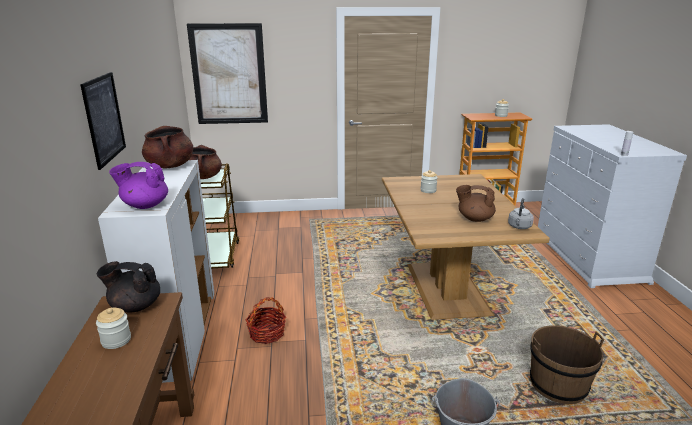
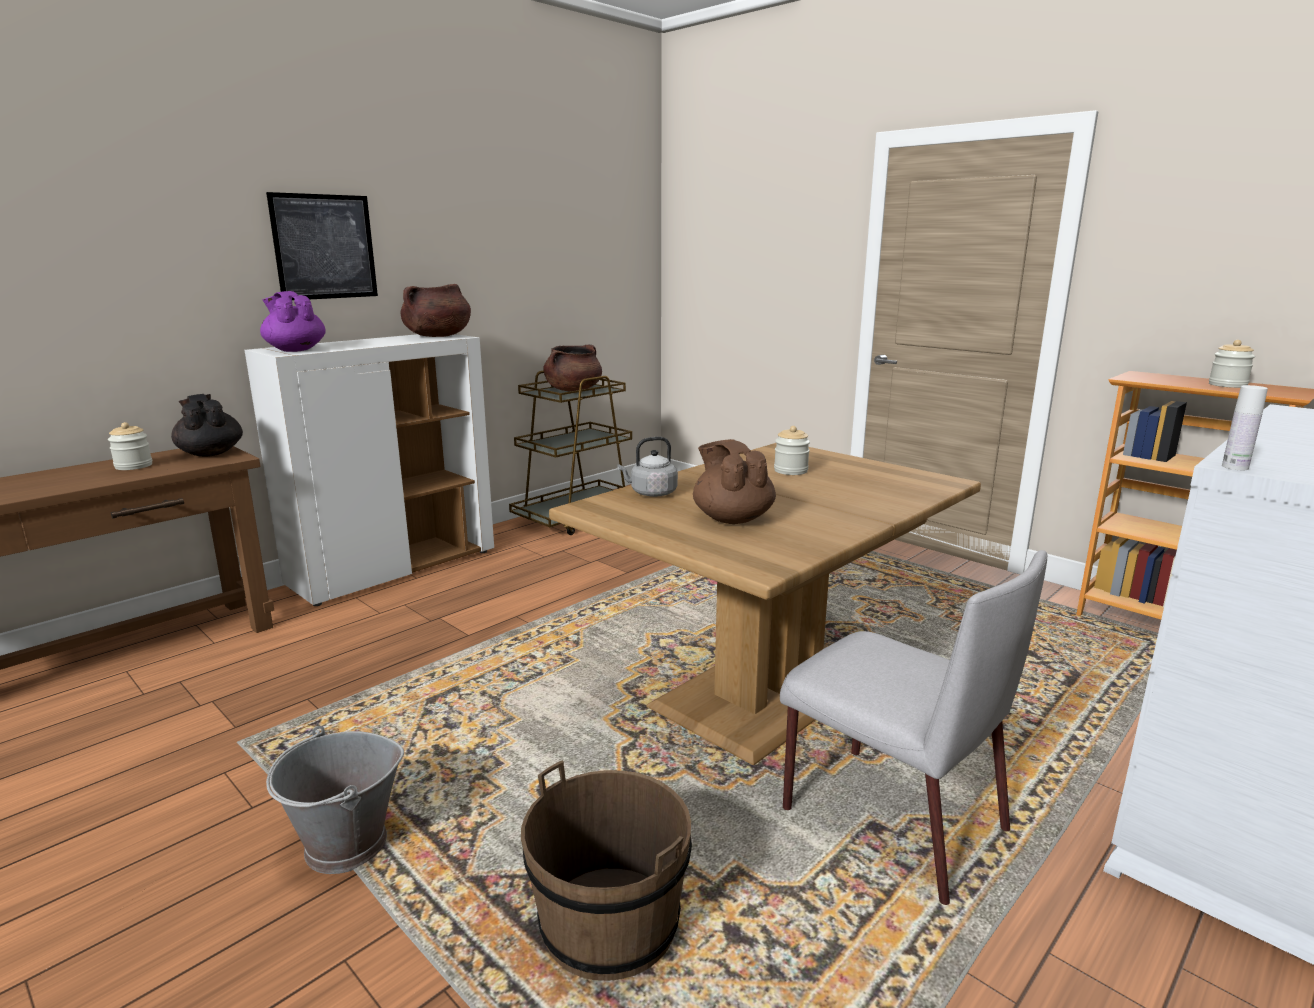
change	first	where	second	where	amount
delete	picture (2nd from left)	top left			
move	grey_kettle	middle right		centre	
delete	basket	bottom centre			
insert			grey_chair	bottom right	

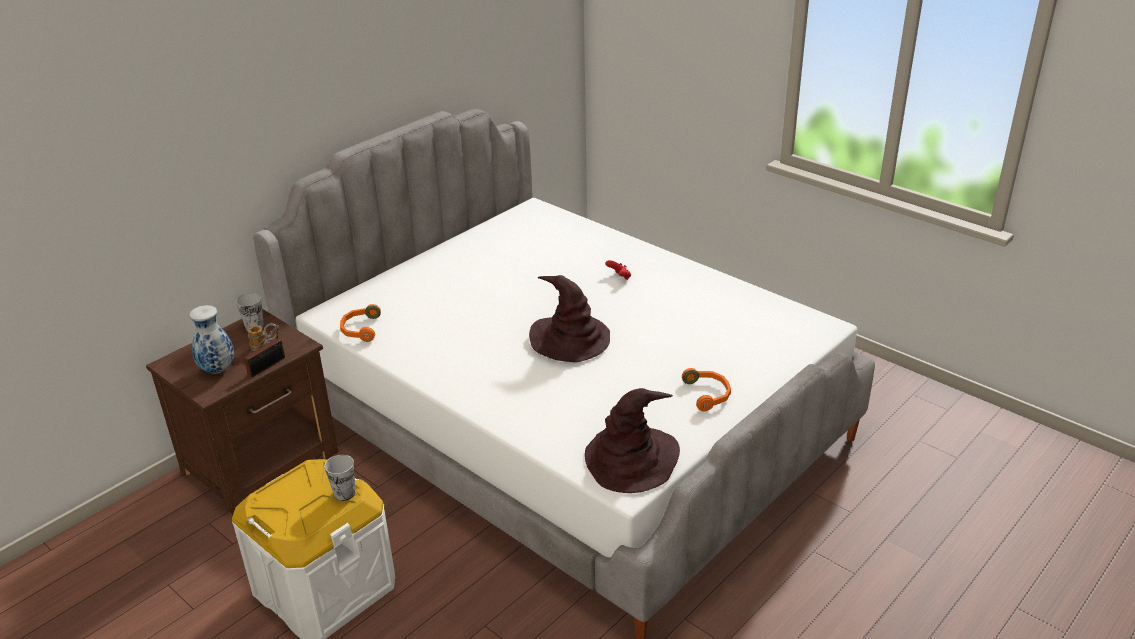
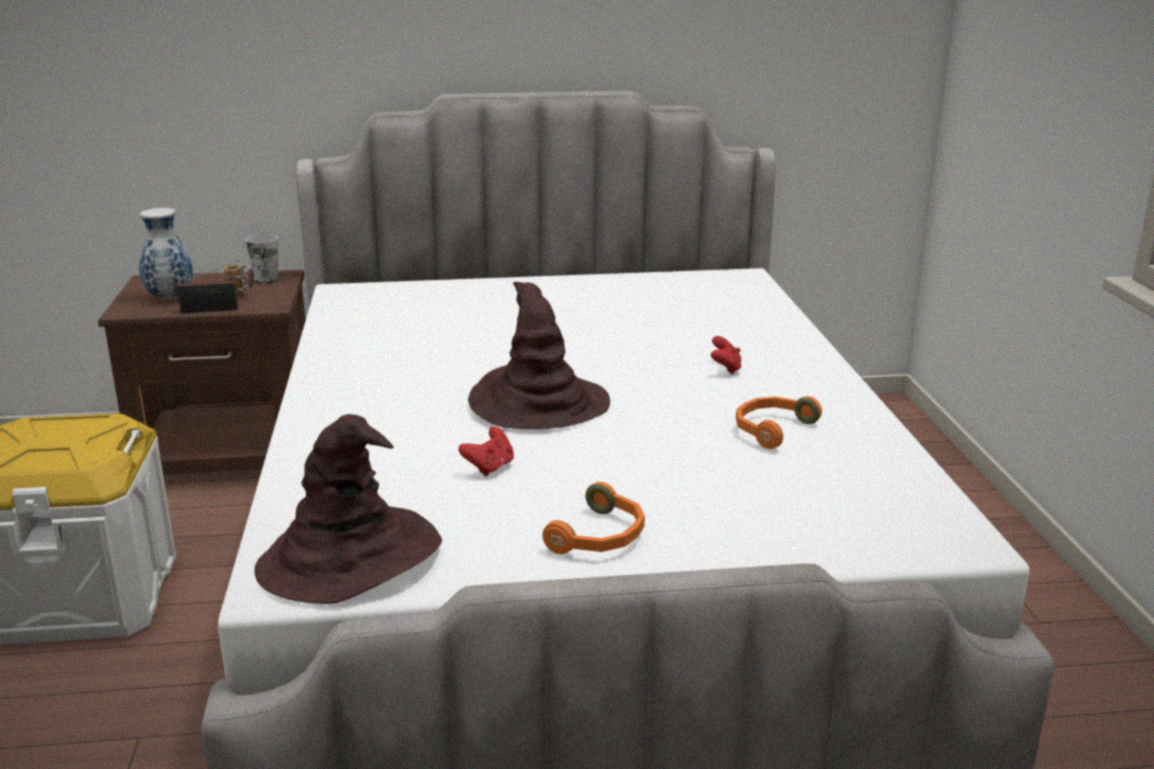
change	first	where	second	where	amount
move	orange_headphones (1st from left in the first image)	middle left	orange_headphones (2nd from left)	middle right	
delete	cup (2nd from left)	bottom left			
insert			red_game_controller (1st from left)	centre	

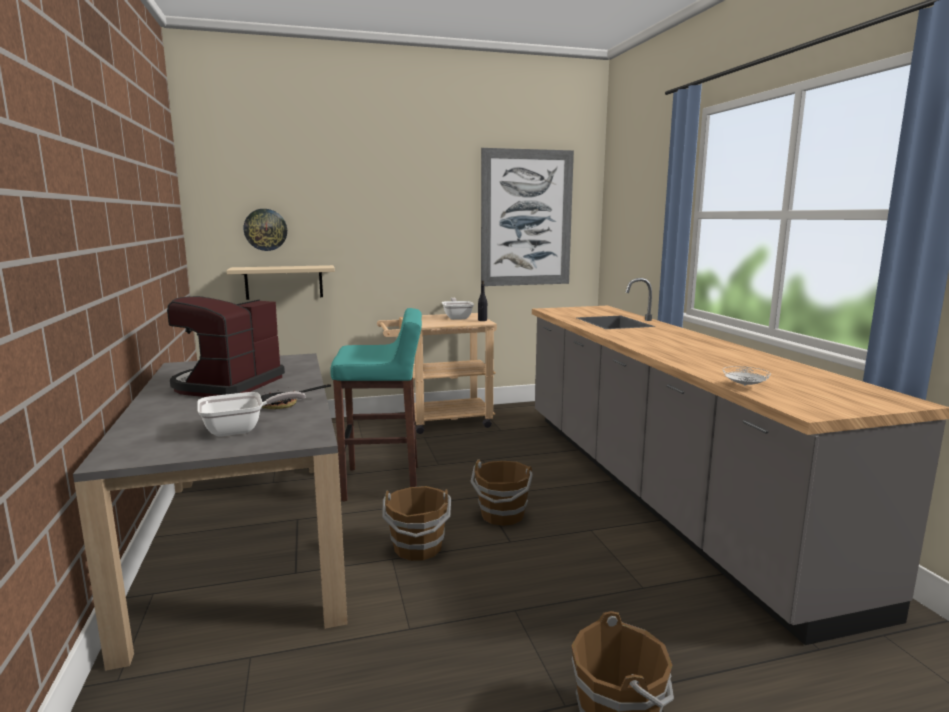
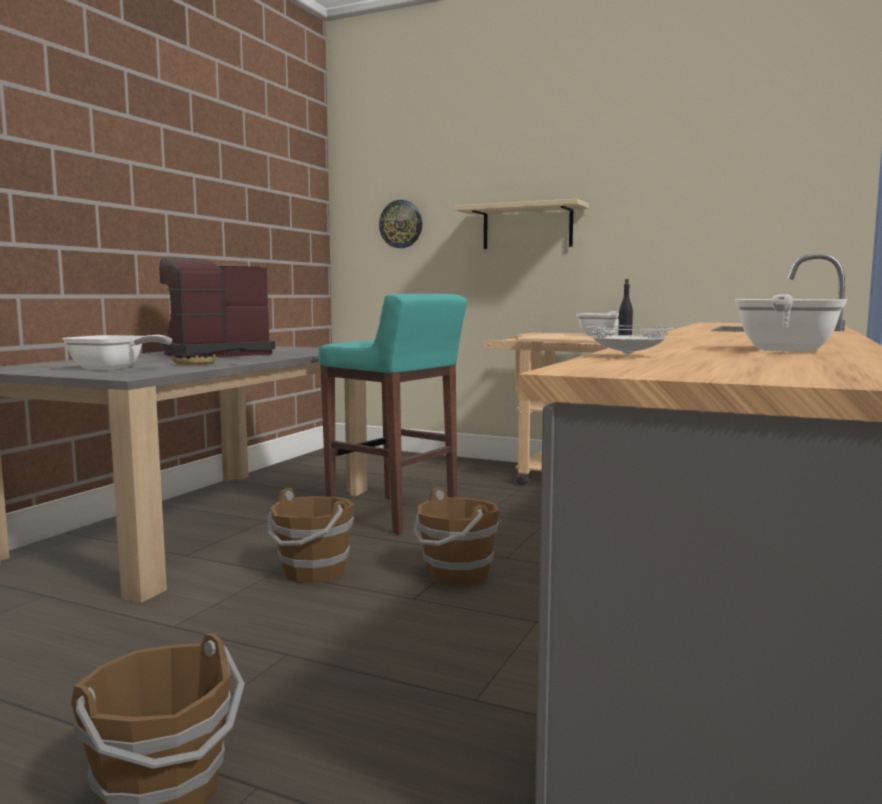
change	first	where	second	where	amount
delete	picture	top centre			
move	beige_shelf	middle left		top centre	
insert			frying_pan (4th from left)	middle right	

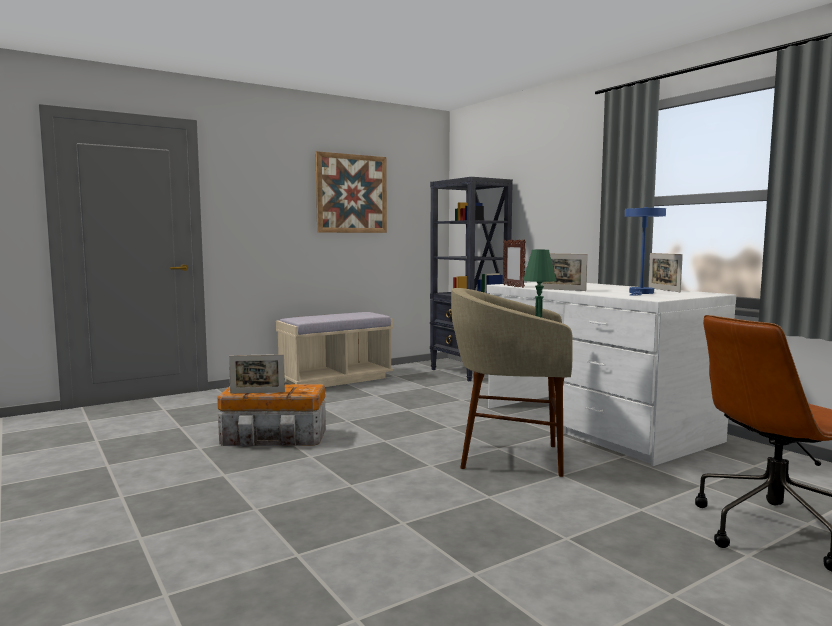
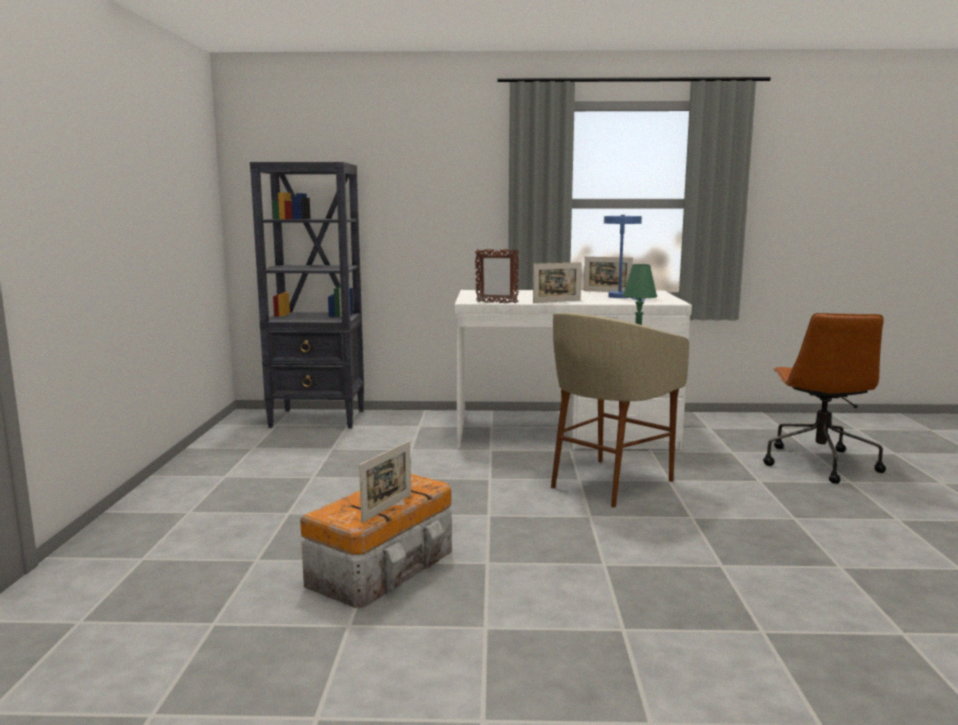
change	first	where	second	where	amount
delete	picture	top centre			
delete	beige_bench	centre			

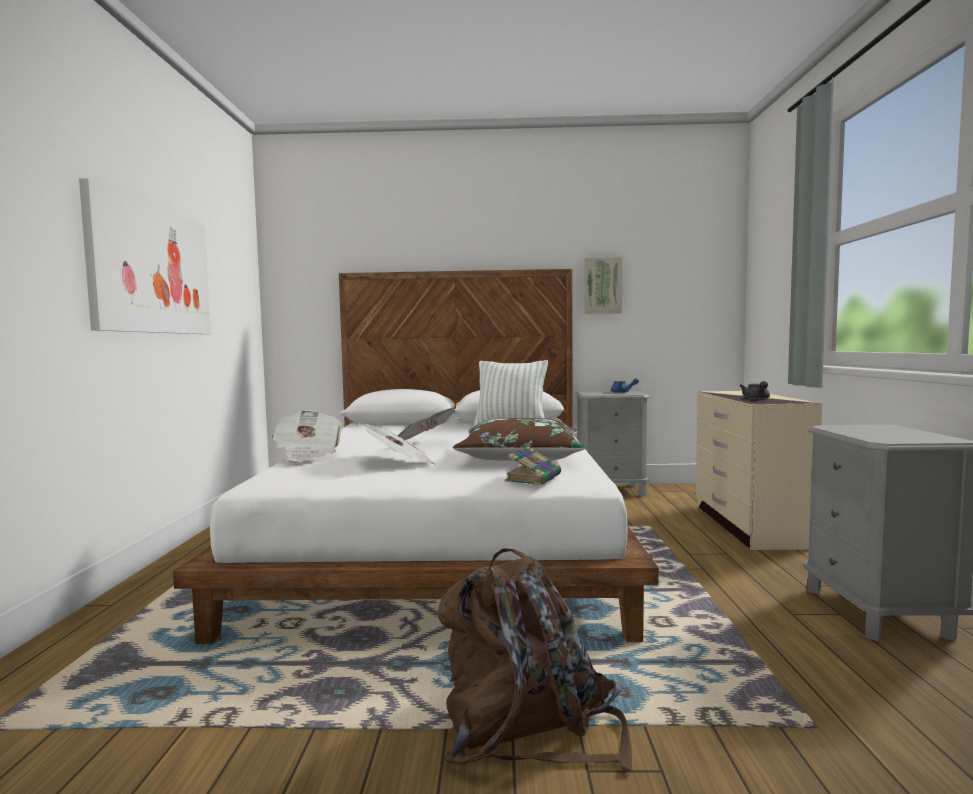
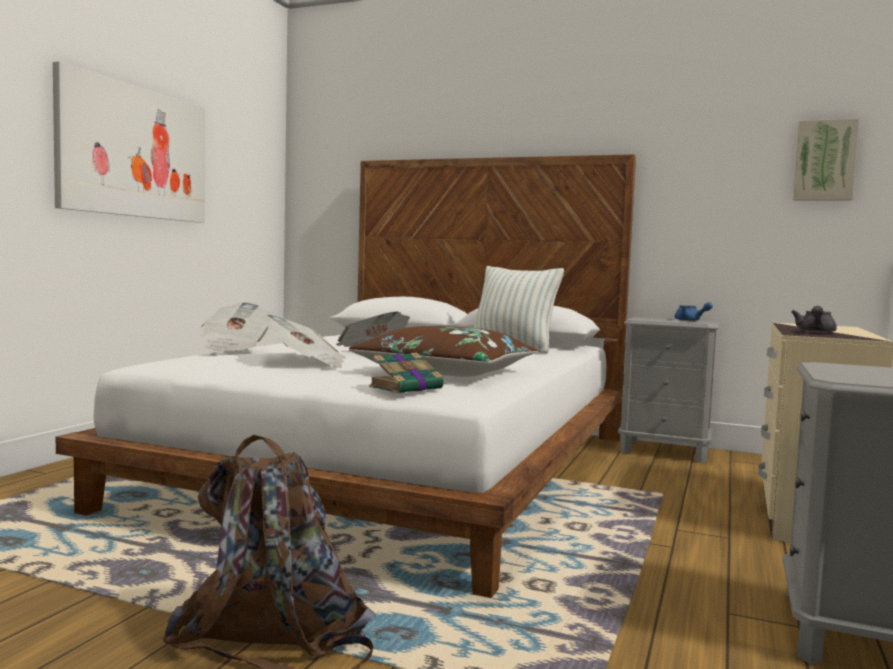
change	first	where	second	where	amount
move	picture (2nd from left)	centre		top right	

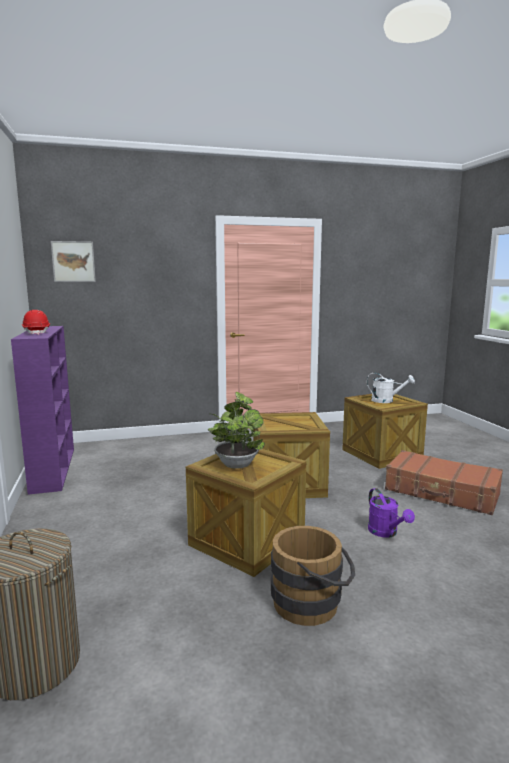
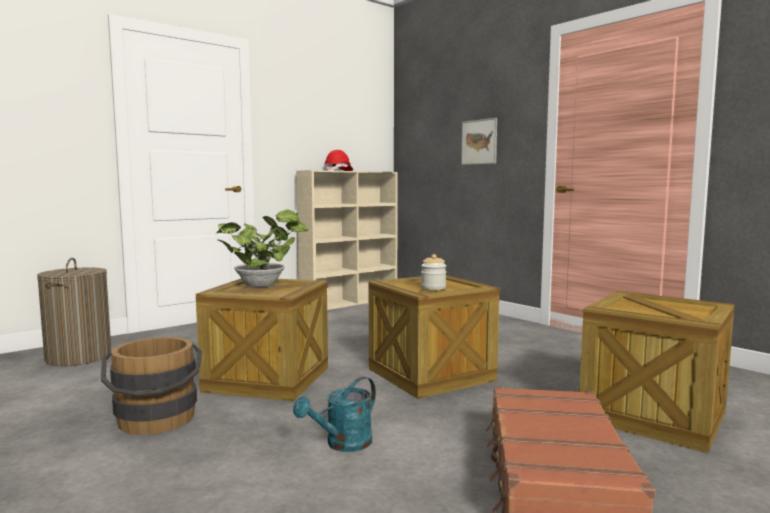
change	first	where	second	where	amount
move	picture	middle left		top centre	
recolor	purple_bookcase	middle left	beige_bookcase	centre	
delete	white_watering_can	middle right			
recolor	purple_watering_can	bottom right	turquoise_watering_can	bottom centre	
insert			jar	centre	

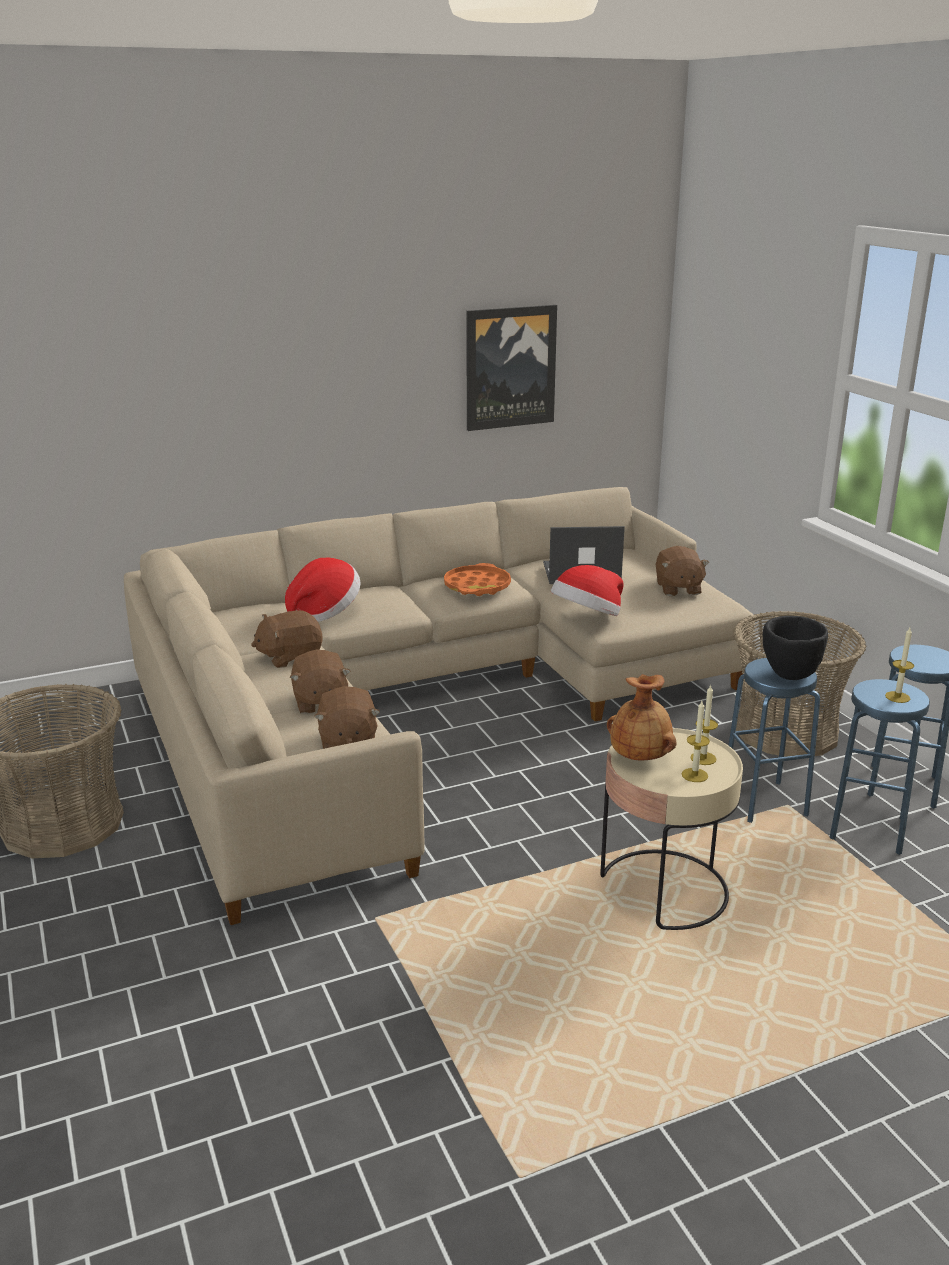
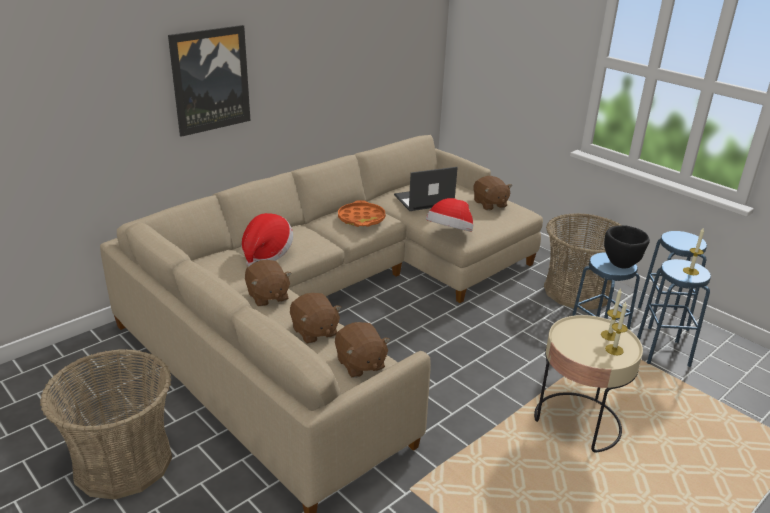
change	first	where	second	where	amount
move	picture	top centre		top left	
rotate	brown_plush_toy (1st from left)	middle left		centre	75 degrees counterclockwise
delete	brown_vase	middle right			

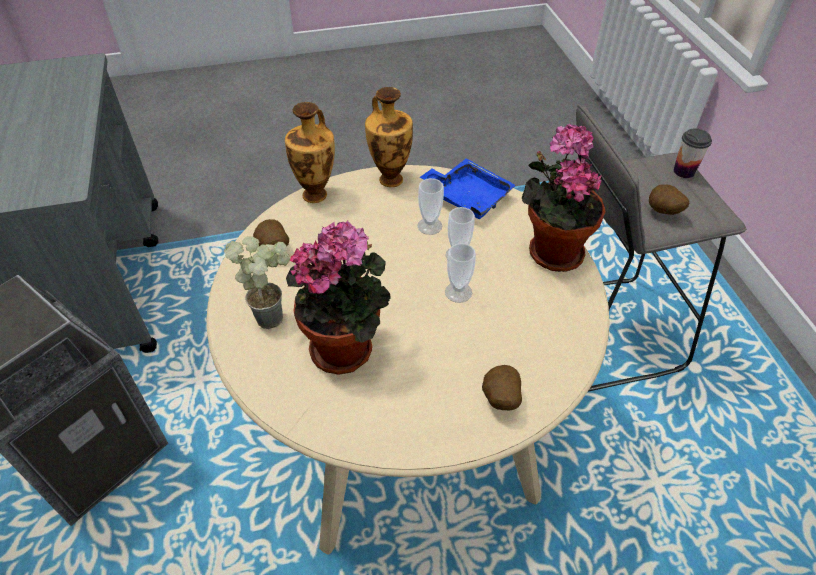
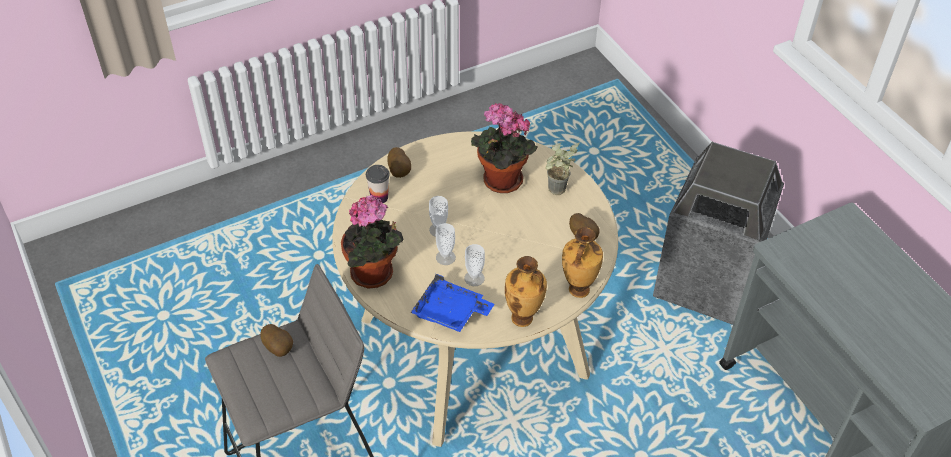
change	first	where	second	where	amount
move	cup (4th from left in the first image)	top right	cup (1st from left)	centre	

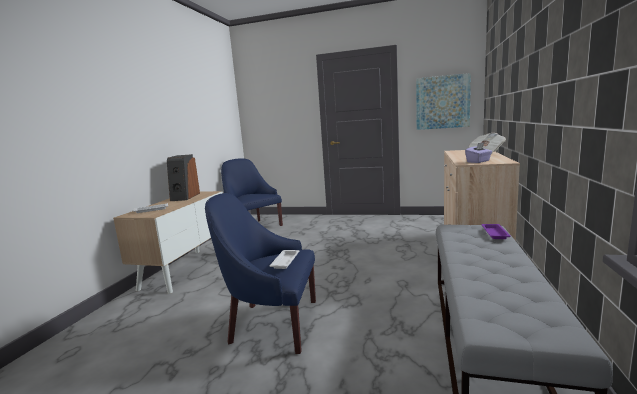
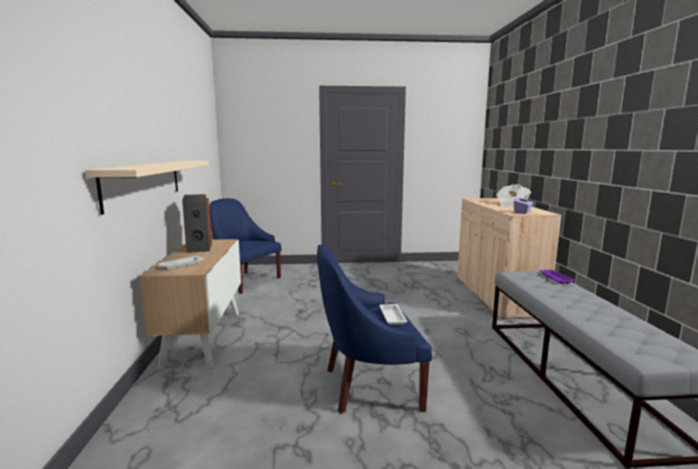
change	first	where	second	where	amount
delete	picture	top right			
insert			beige_shelf	middle left	

